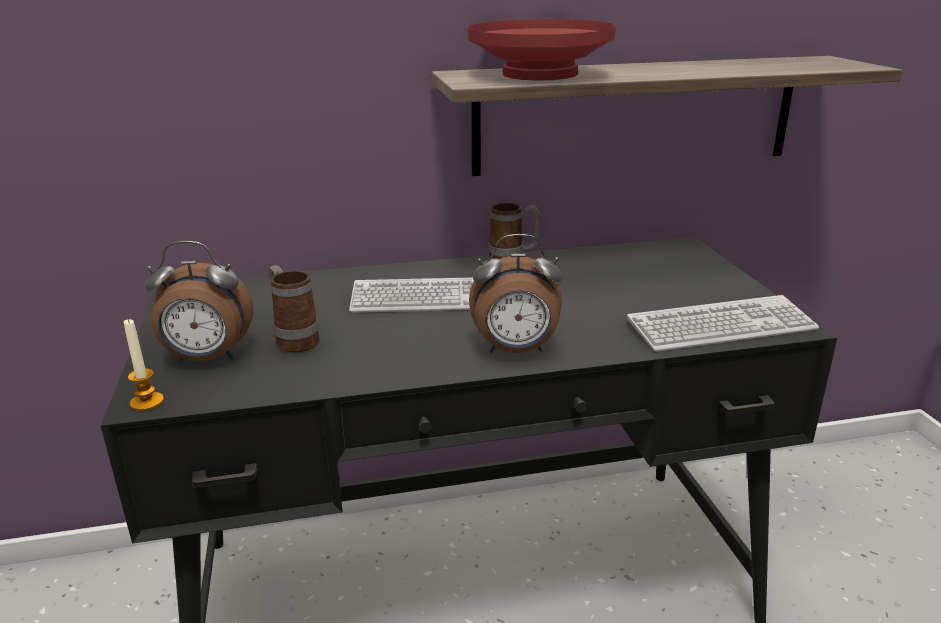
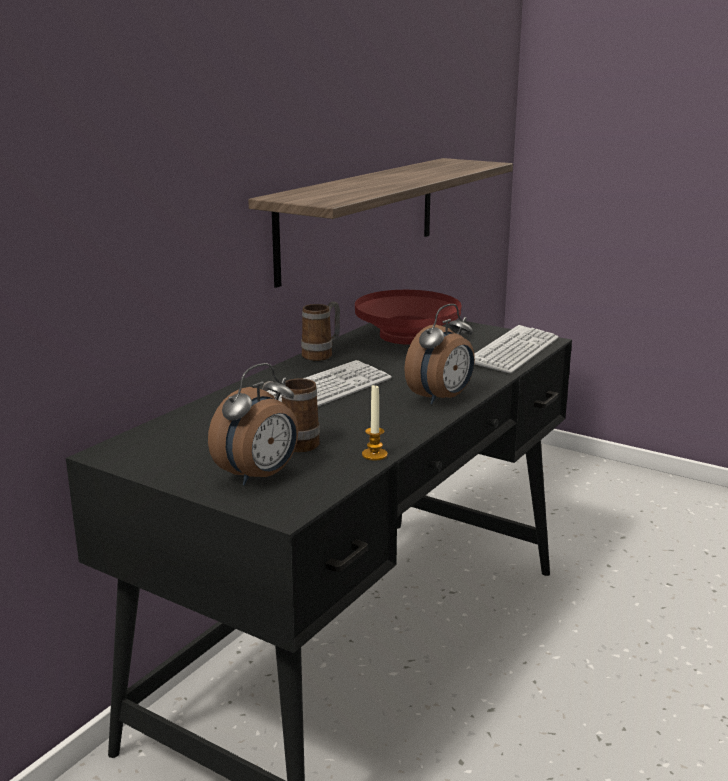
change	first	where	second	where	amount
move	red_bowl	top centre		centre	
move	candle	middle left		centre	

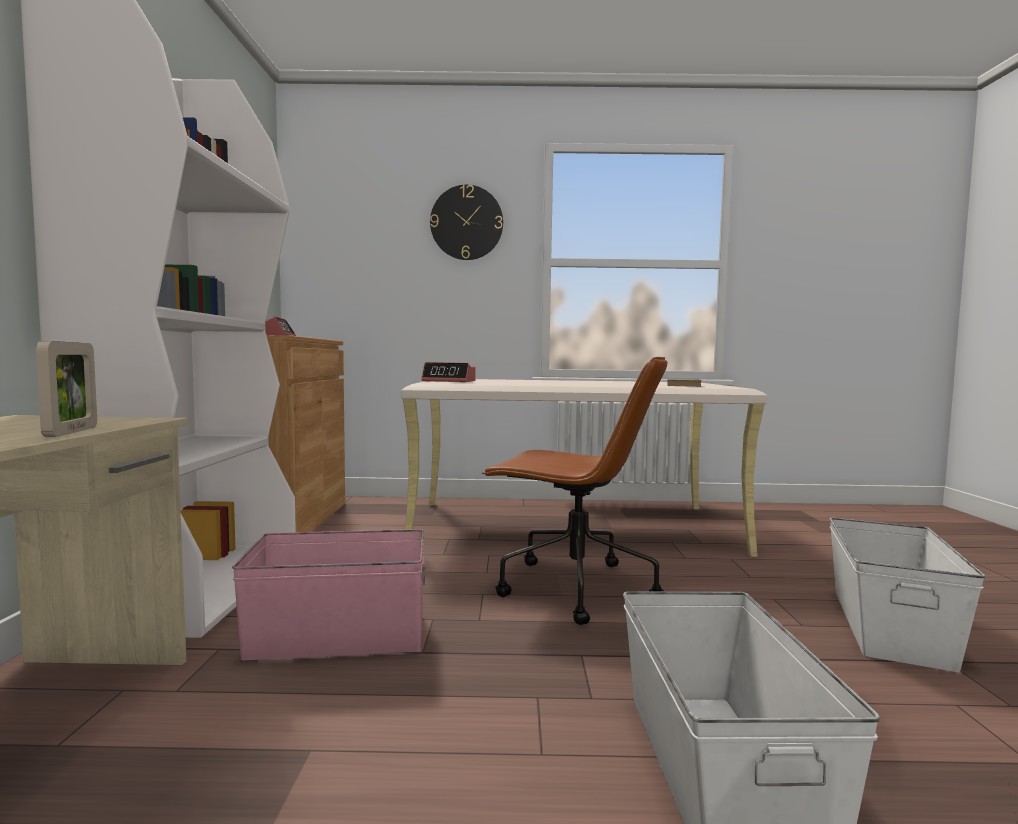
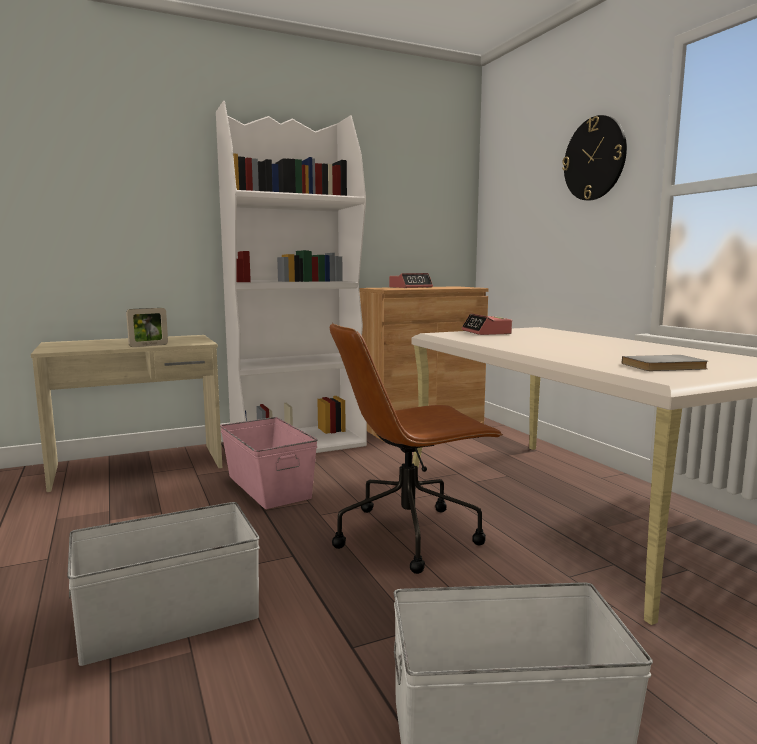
change	first	where	second	where	amount
rotate	brown_office_chair	centre		centre	75 degrees clockwise

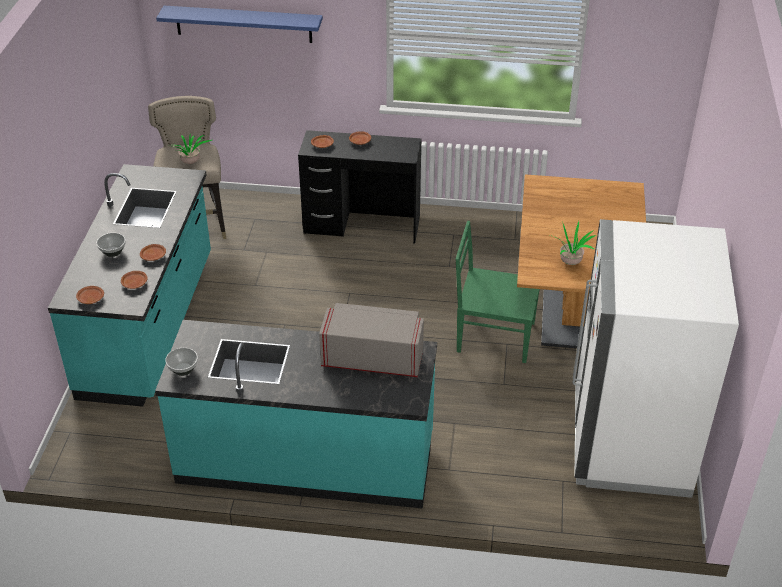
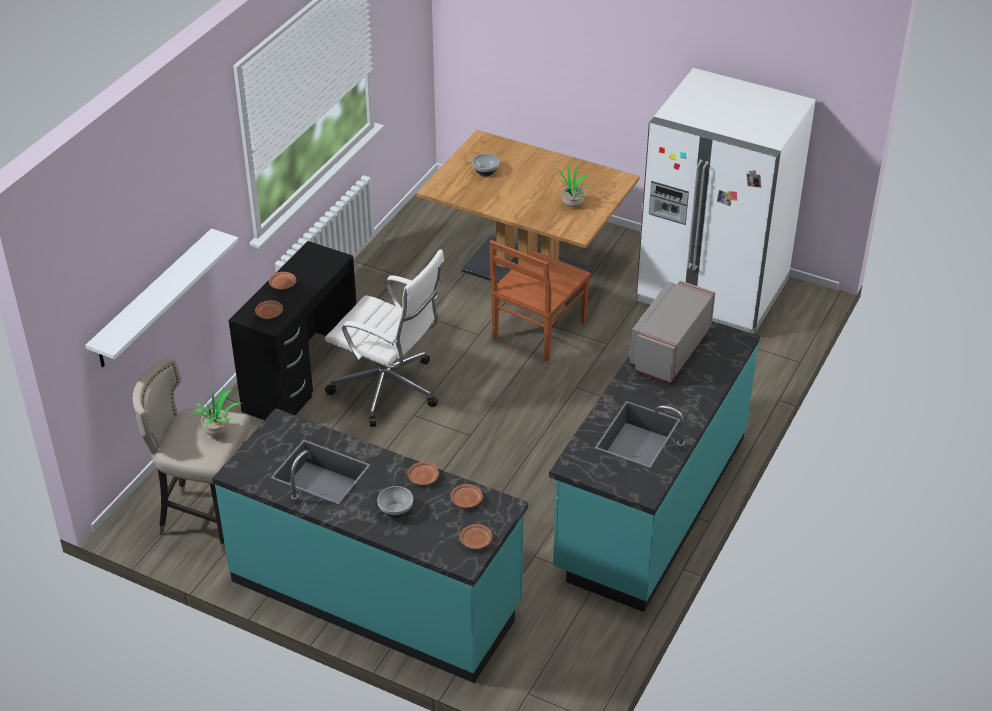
change	first	where	second	where	amount
delete	blue_shelf	top left			
recolor	green_chair	centre	brown_chair	centre	
move	bowl (2nd from left)	middle left		top centre	
insert			white_shelf	middle left	
insert			white_office_chair	centre	

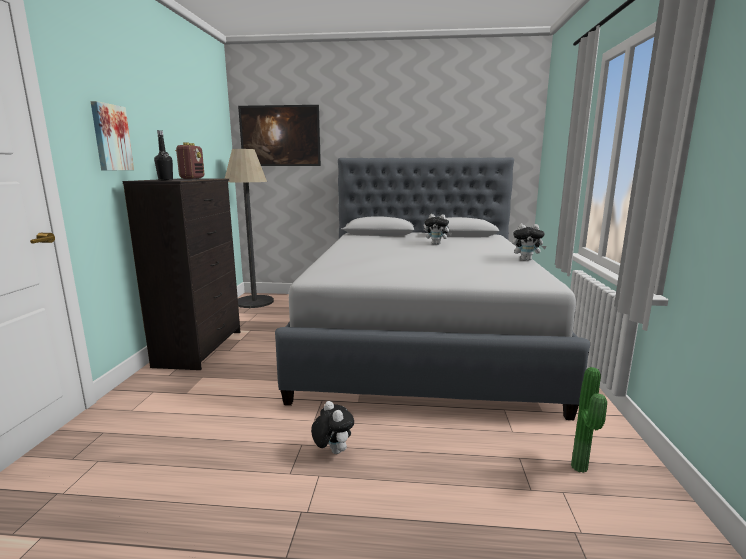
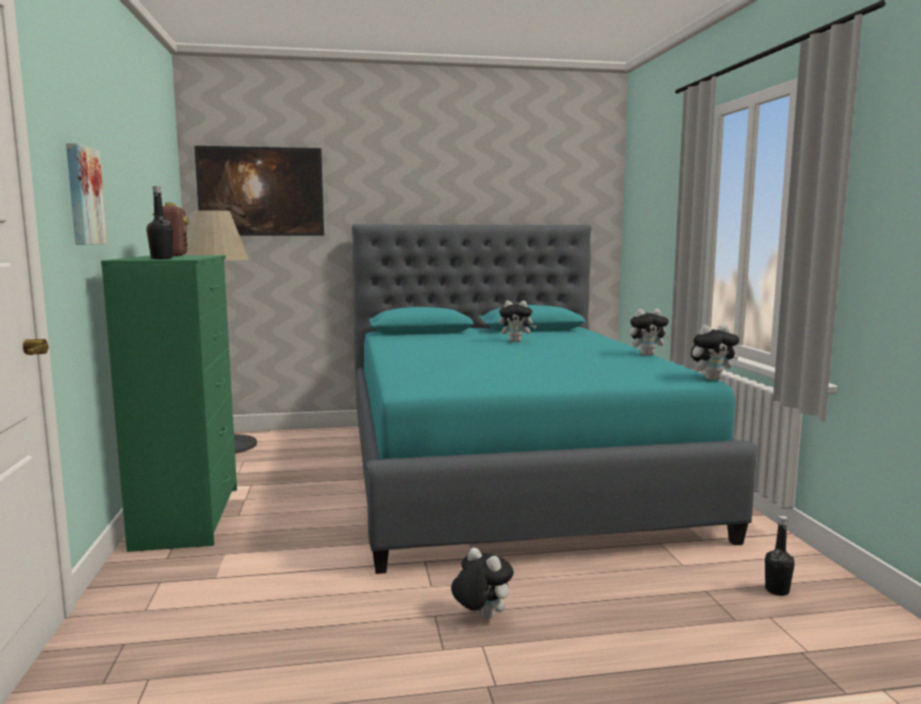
change	first	where	second	where	amount
recolor	grey_bed	centre	turquoise_bed	centre	
recolor	black_dresser	middle left	green_dresser	middle left	
replace	potted_plant	bottom right	black_bottle (2nd from left)	bottom right	
insert			plush_toy (4th from left)	middle right	

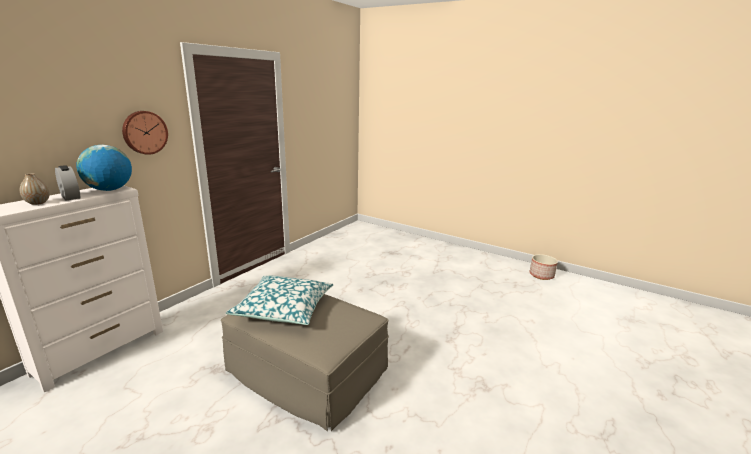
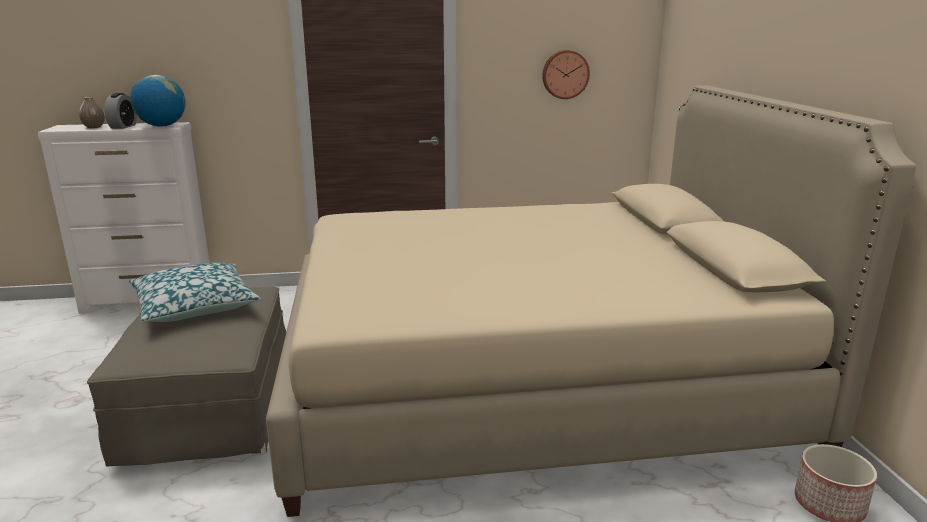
change	first	where	second	where	amount
move	wall_clock	top left		top centre	
insert			beige_bed	centre	

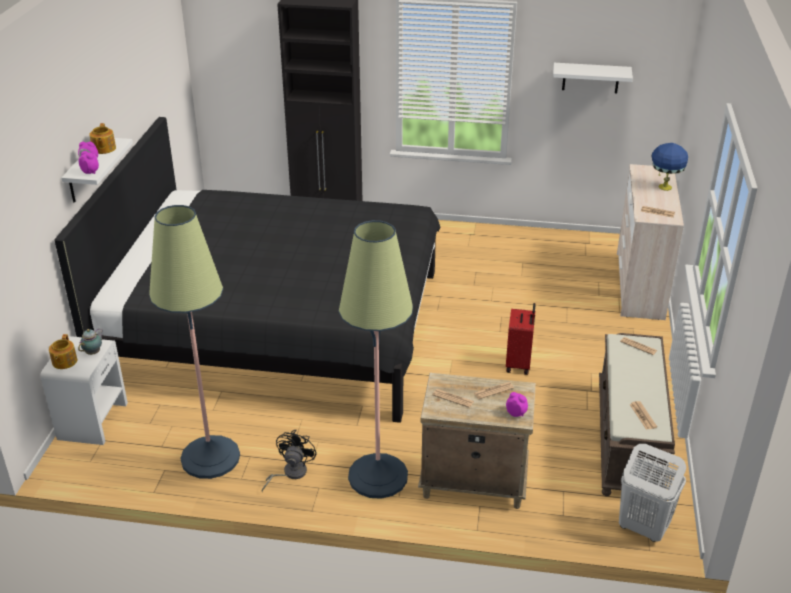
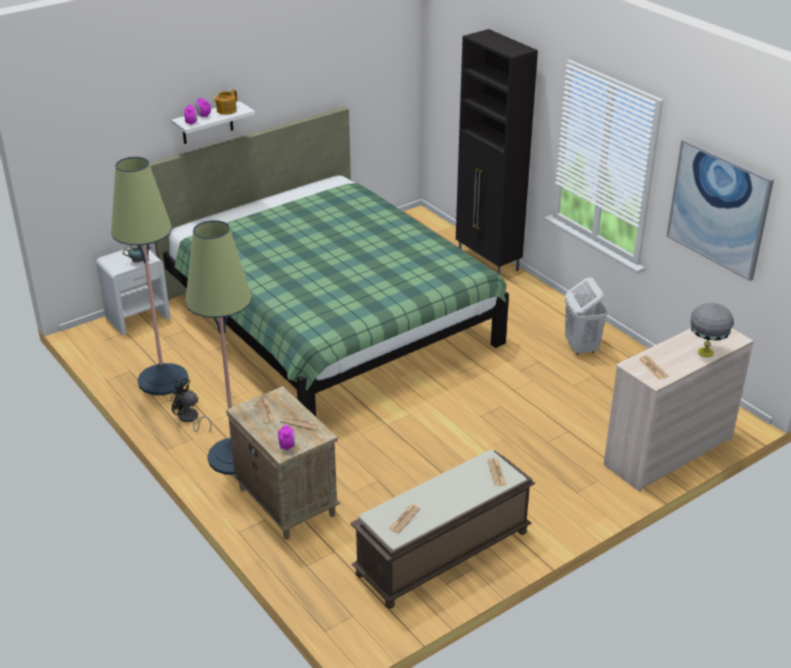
change	first	where	second	where	amount
replace	white_shelf (2nd from left)	top right	picture	top right	
recolor	black_bed	middle left	green_bed	centre	
recolor	blue_table_lamp	top right	grey_table_lamp	middle right	
delete	red_suitcase	centre			
delete	teapot (1st from left)	middle left			
rotate	black_fan	bottom centre		middle left	135 degrees counterclockwise
move	white_laundry_basket	bottom right		middle right	

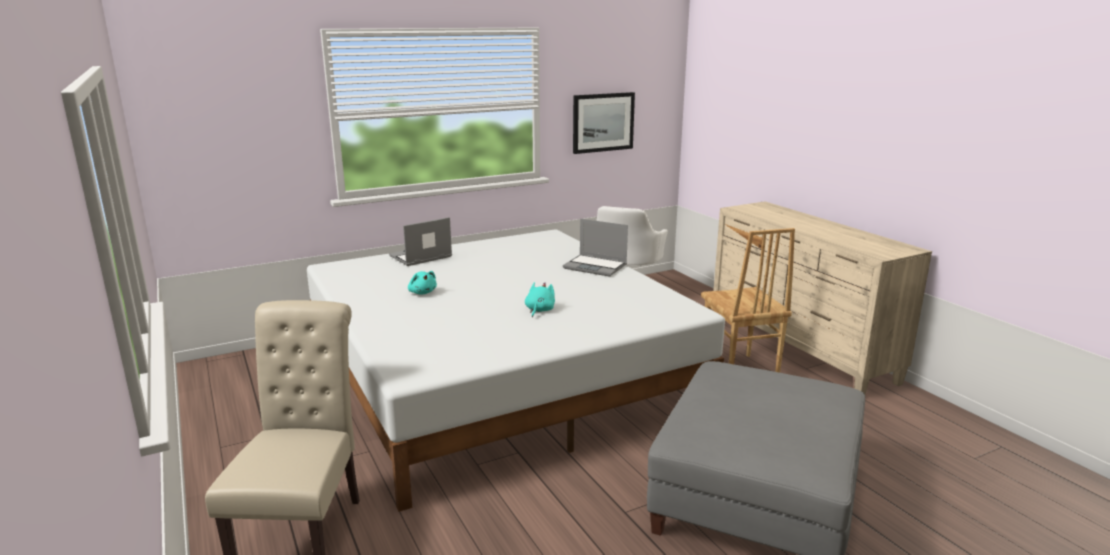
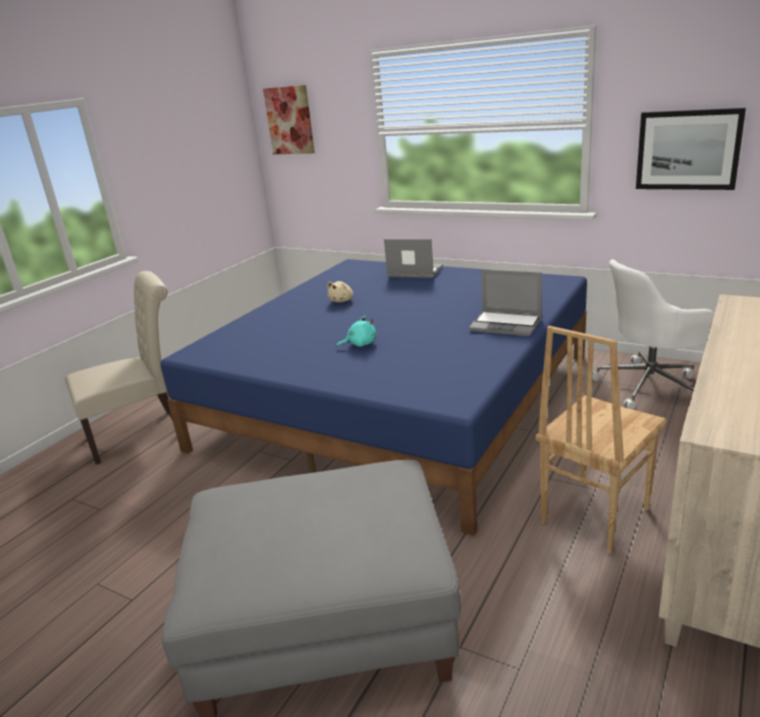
change	first	where	second	where	amount
rotate	laptop (2nd from left)	centre		centre	60 degrees counterclockwise
recolor	white_bed	bottom centre	blue_bed	centre	
recolor	turquoise_plush_toy (1st from left)	centre	beige_plush_toy	centre	
insert			picture (1st from left)	top centre	

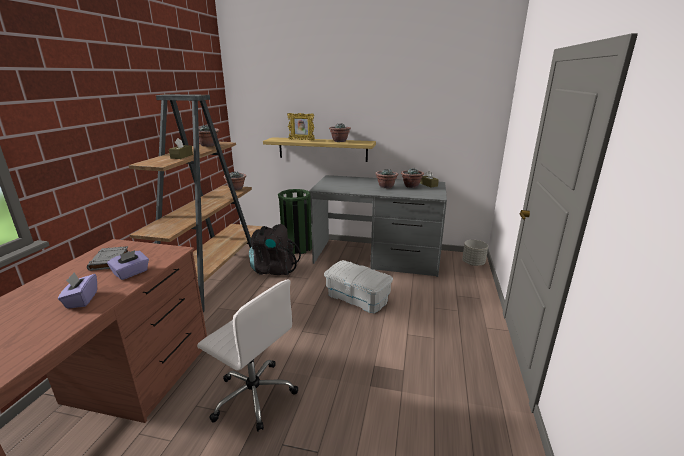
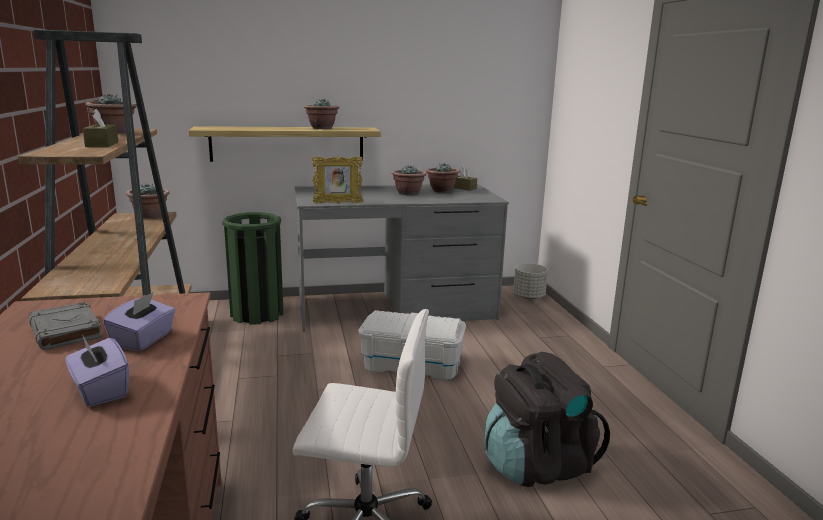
change	first	where	second	where	amount
move	picture_frame	top centre		centre	
move	black_backpack	centre		bottom centre	

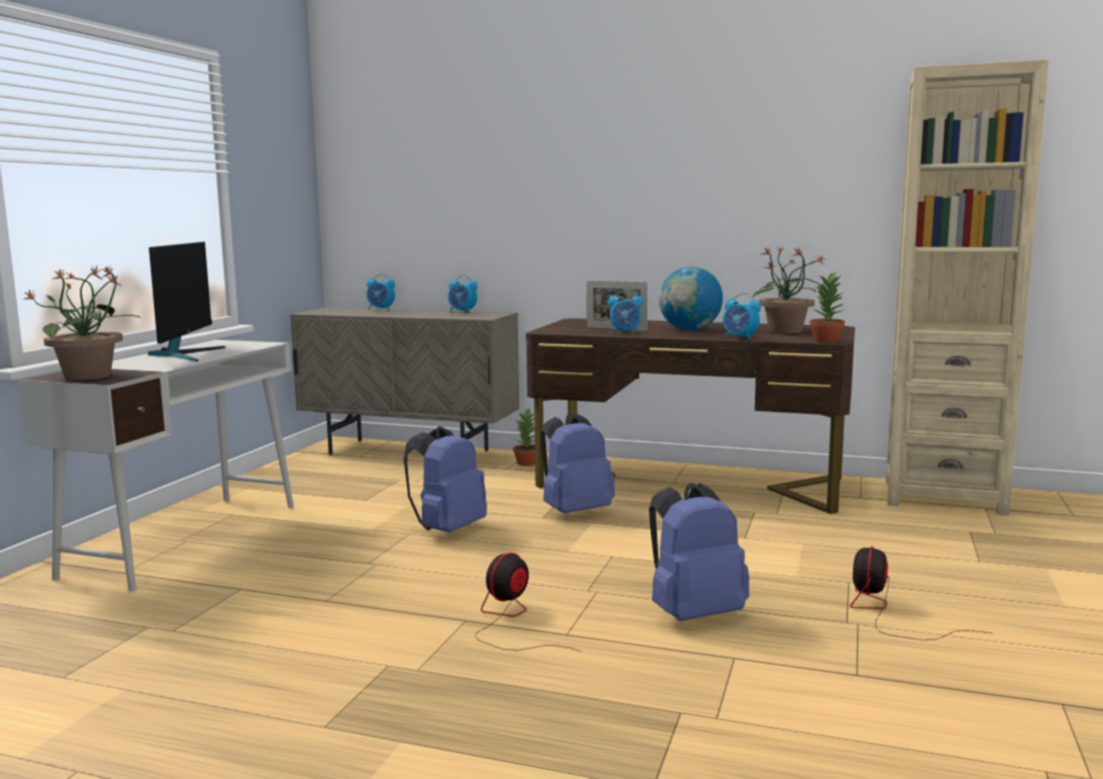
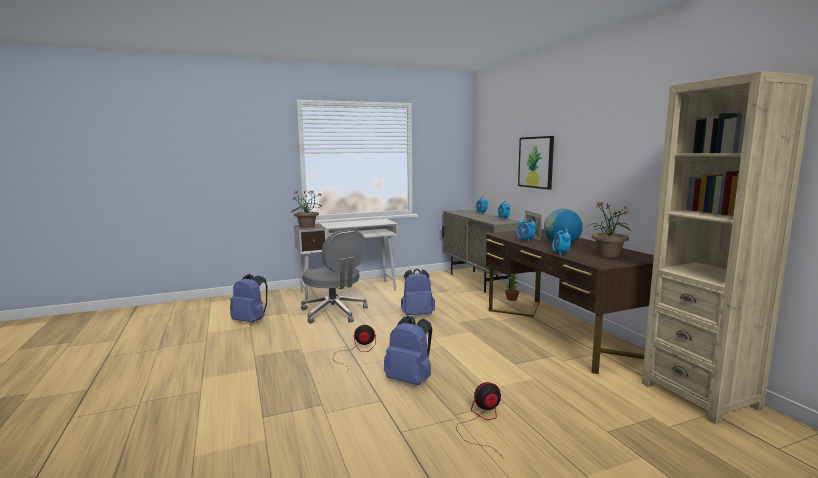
change	first	where	second	where	amount
delete	monitor	middle left			
delete	potted_plant (4th from left)	middle right			
move	blue_backpack (2nd from left in the first image)	centre	blue_backpack (1st from left)	middle left	
insert			picture	centre	
insert			grey_office_chair	centre	

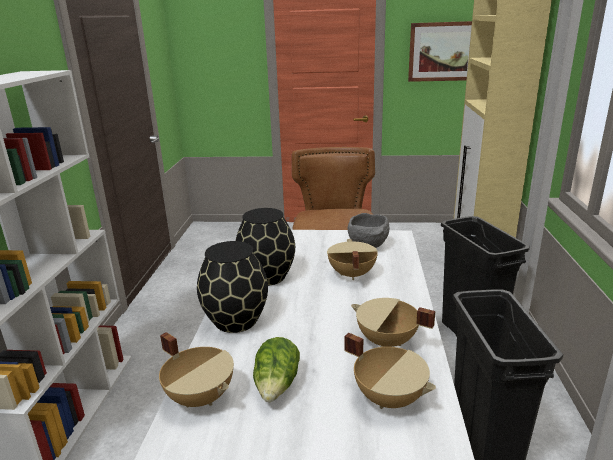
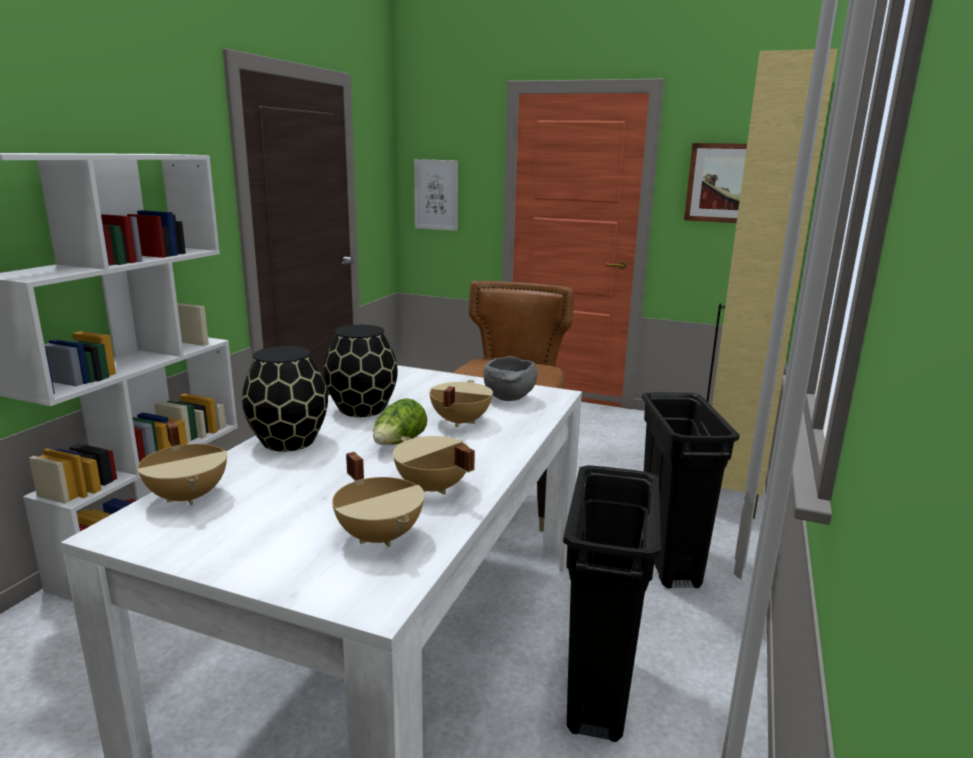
change	first	where	second	where	amount
move	lettuce	bottom centre		centre	
insert			picture (1st from left)	top centre	

